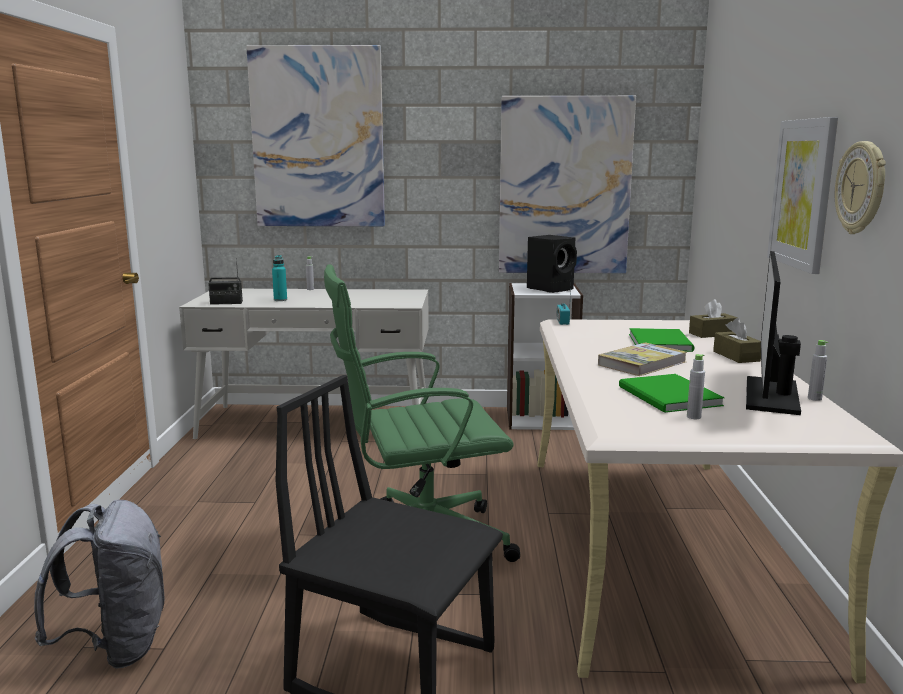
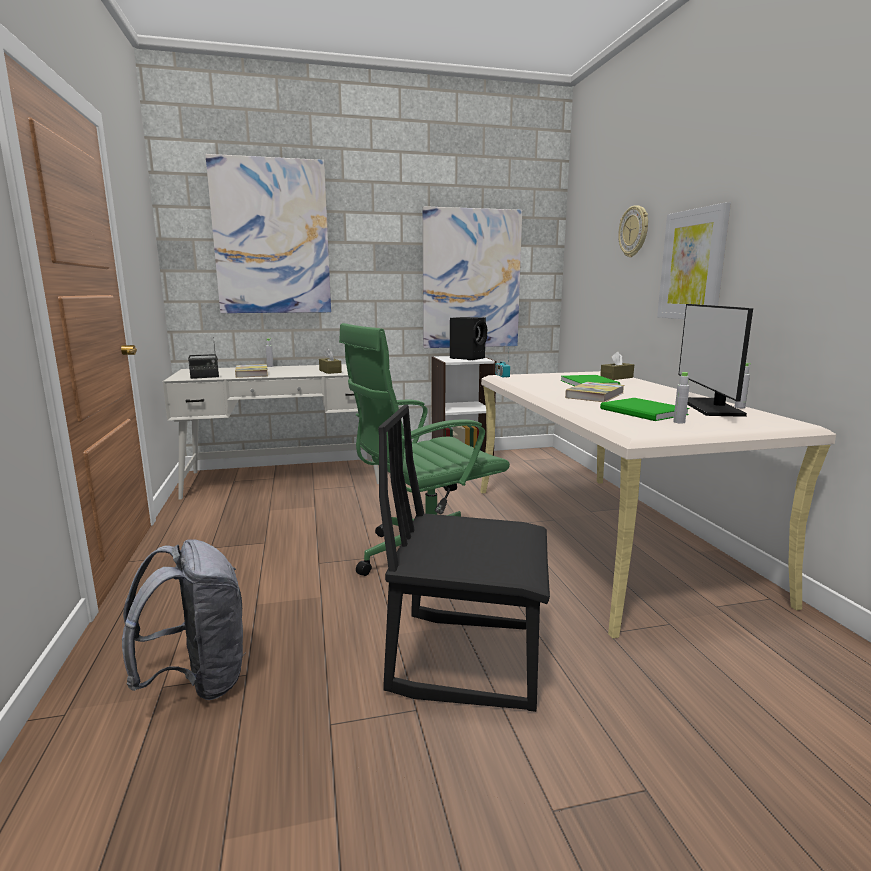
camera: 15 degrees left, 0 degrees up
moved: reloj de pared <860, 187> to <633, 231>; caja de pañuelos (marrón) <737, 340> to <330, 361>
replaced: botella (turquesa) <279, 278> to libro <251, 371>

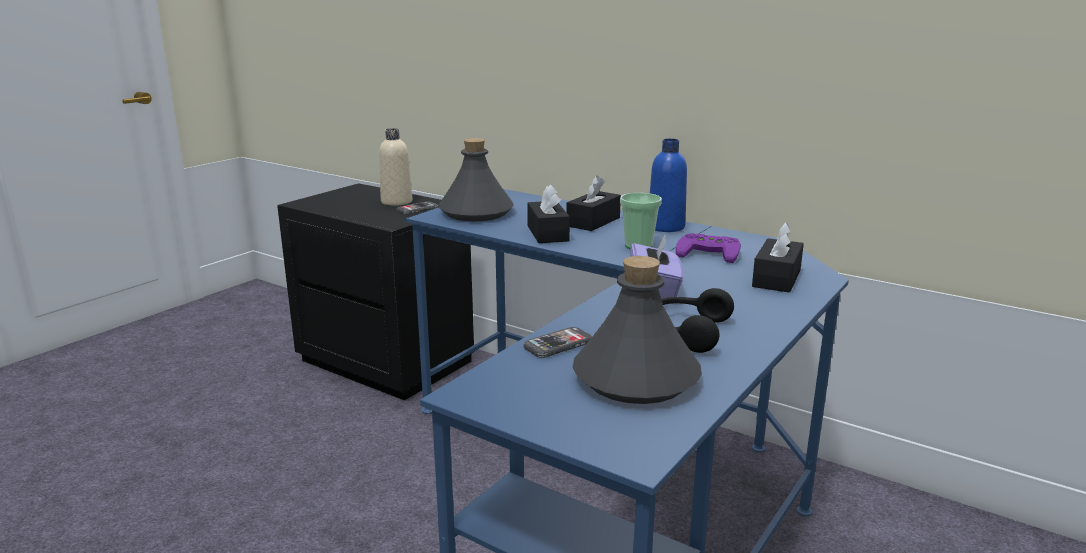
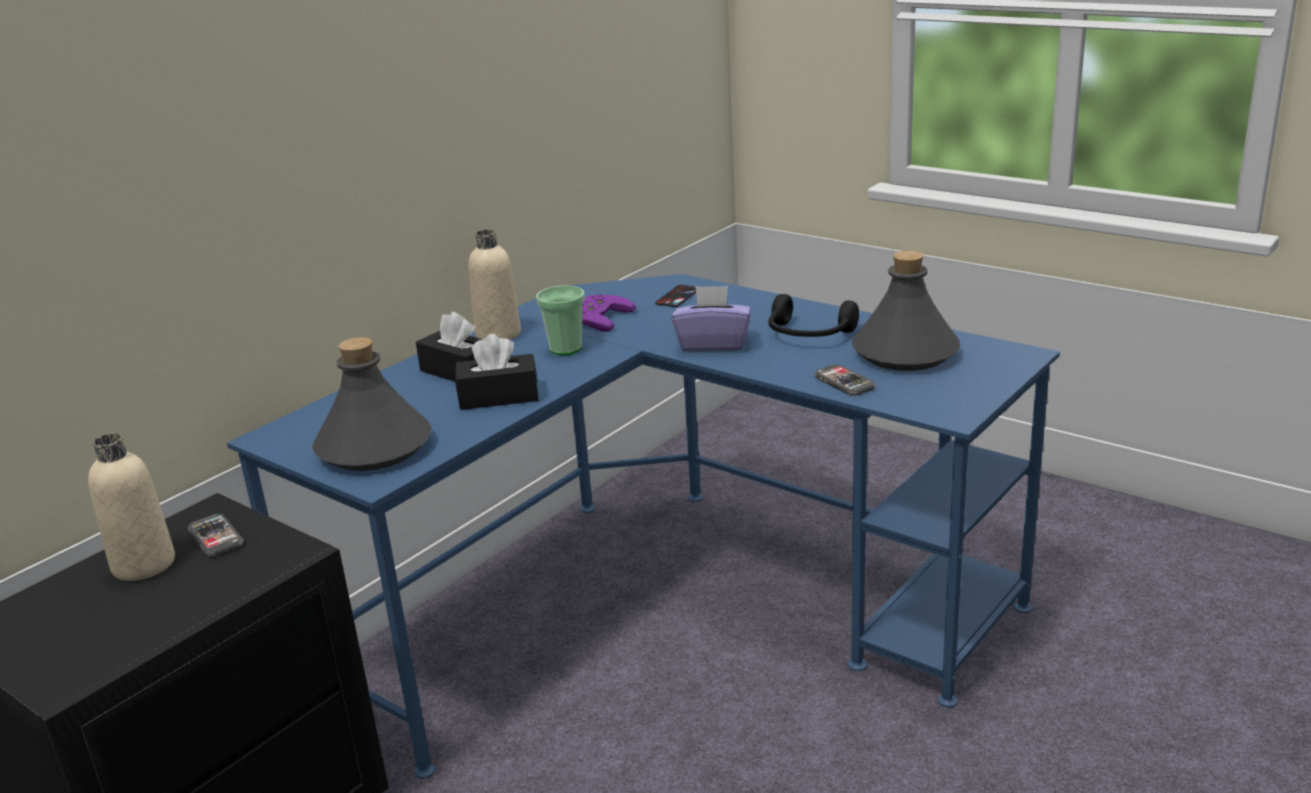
camera: 85 degrees left, 5 degrees up
replaced: caja de pañuelos (negro) <778, 257> to móvil <675, 296>
recoloured: botella (azul) <668, 185> to botella (beis) <494, 284>

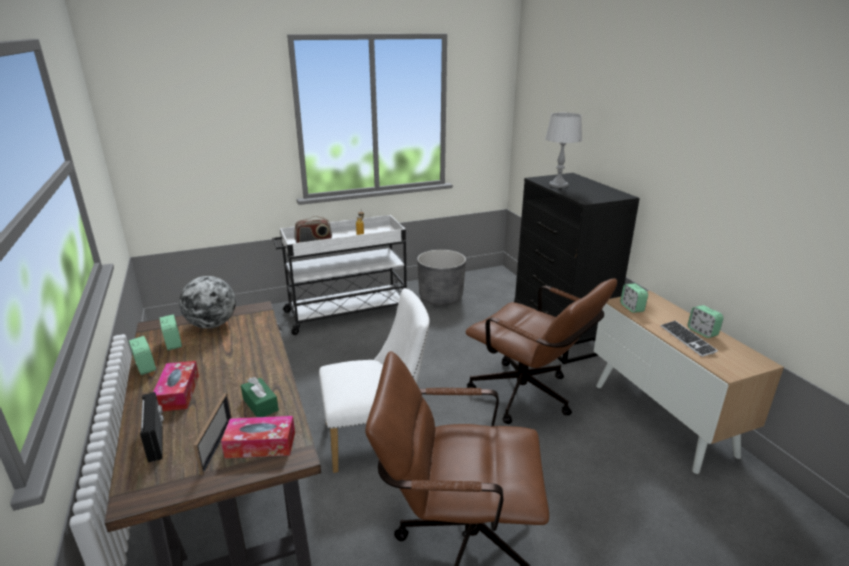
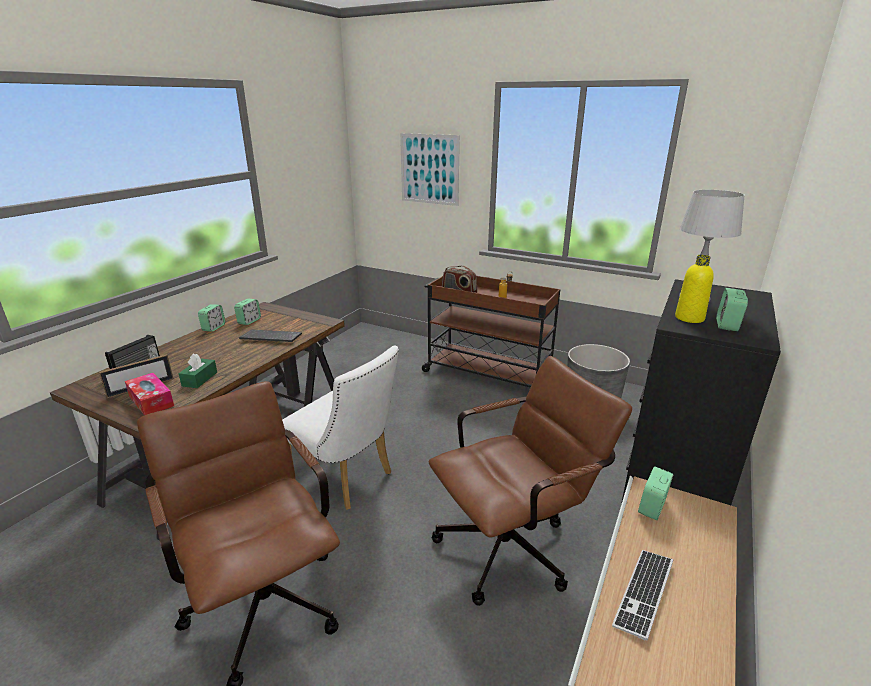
camera: 50 degrees right, 0 degrees up
removed: globo terráqueo <207, 302>; caja de pañuelos <176, 386>
added: cuadro <430, 169>; botella (amarillo) <694, 289>; teclado <270, 336>
moved: despertador <706, 321> to <732, 309>
recoloured: carrito (blanco) <339, 275> to carrito (marrón) <491, 332>
turned: silla de oficina (marrón) <541, 351> = <530, 481> 120 degrees counterclockwise

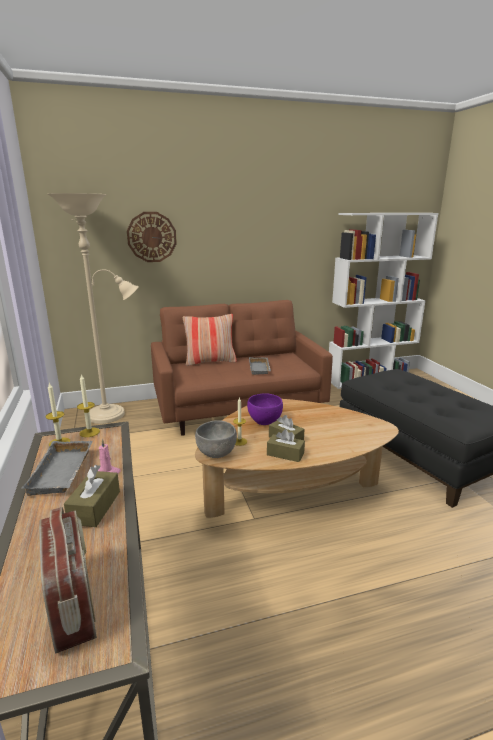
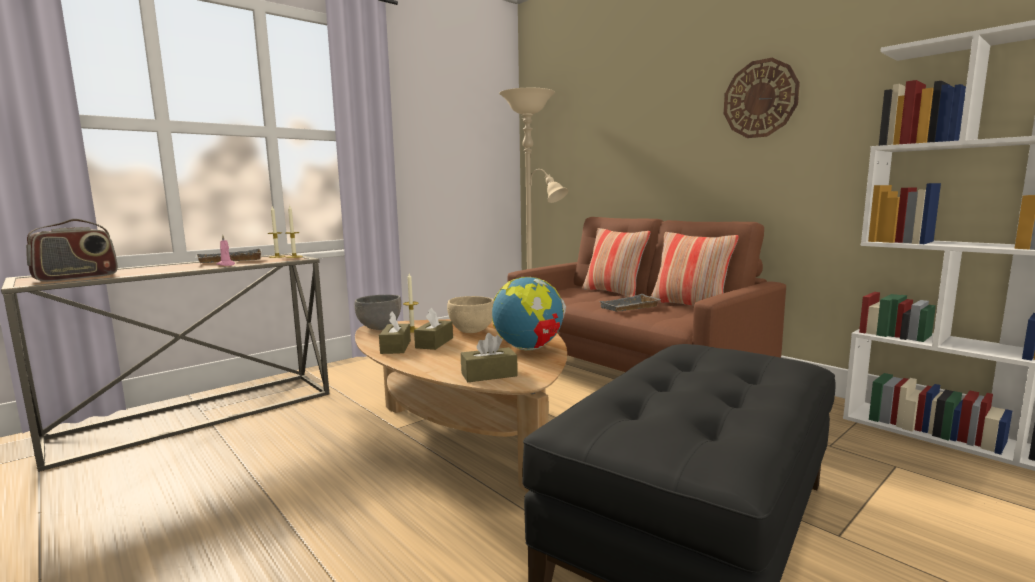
camera: 65 degrees right, 10 degrees down
added: cojín <695, 269>; globo terráqueo <529, 314>
moved: reloj de pared <152, 237> to <762, 98>; caja de pañuelos (marrón) <92, 496> to <489, 357>
recoloured: cuenco (morado) <265, 409> to cuenco (beis) <470, 314>

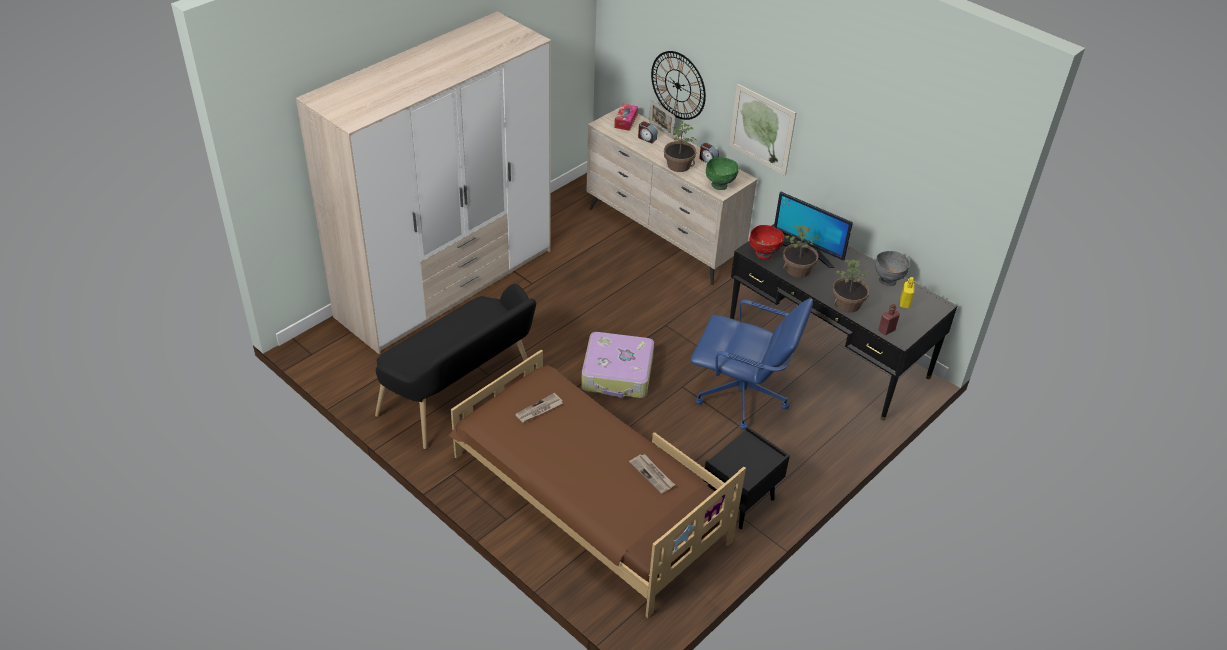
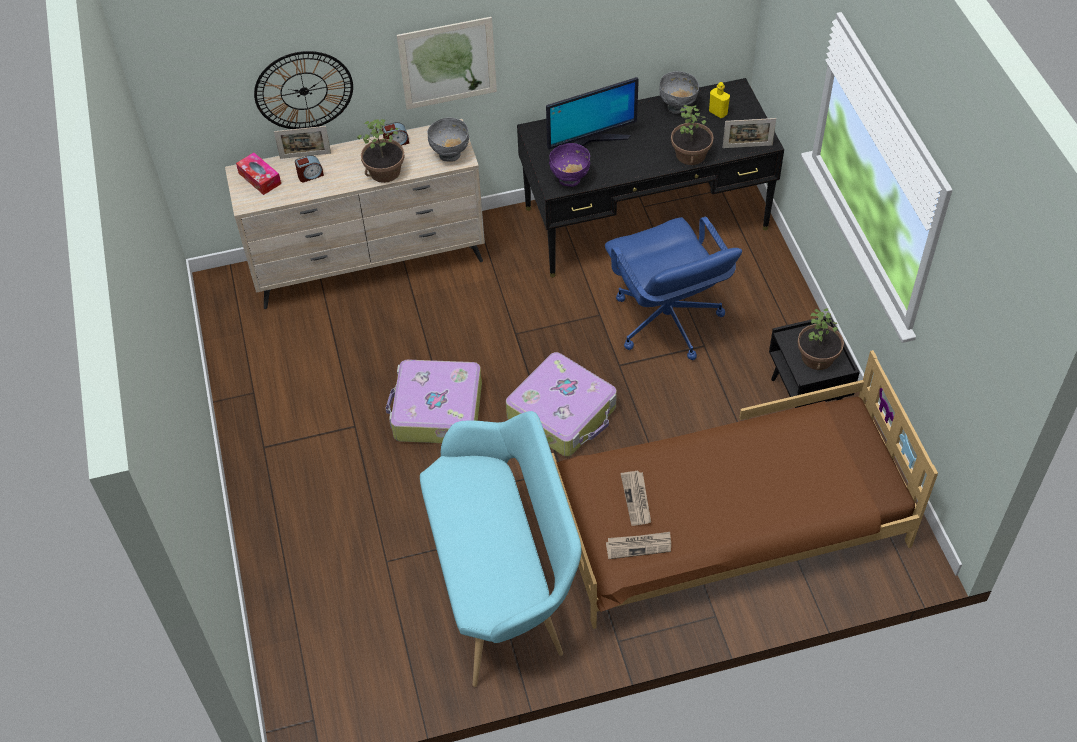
camera: 55 degrees left, 10 degrees up
removed: armario ropero <423, 183>
added: maleta <434, 401>
moved: planta en maceta <801, 252> to <820, 339>; periódico <652, 474> to <638, 545>
replaced: botella (rojo) <889, 319> to portarretratos <749, 133>
recoloured: cuenco (verde) <722, 173> to cuenco (gris) <448, 140>; cuenco (rojo) <767, 242> to cuenco (morado) <569, 165>; banco (negro) <455, 366> to banco (turquesa) <501, 549>
turned: silla de oficina (azul) <752, 364> = <673, 288> 105 degrees clockwise

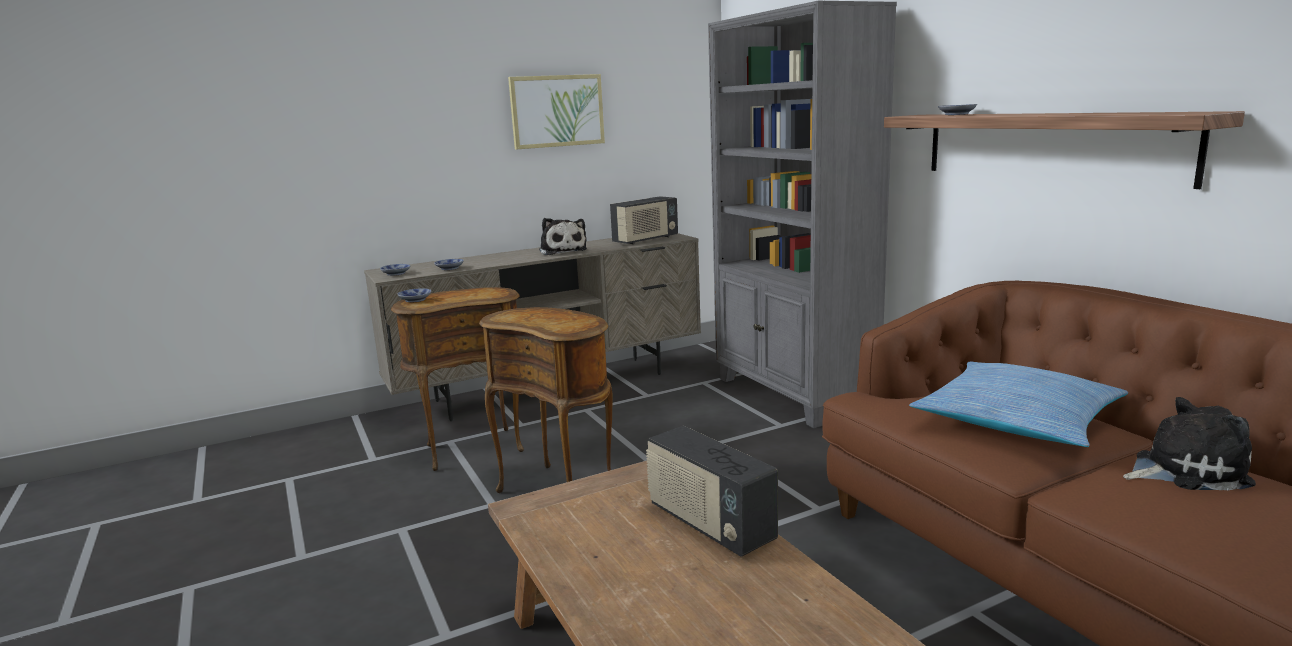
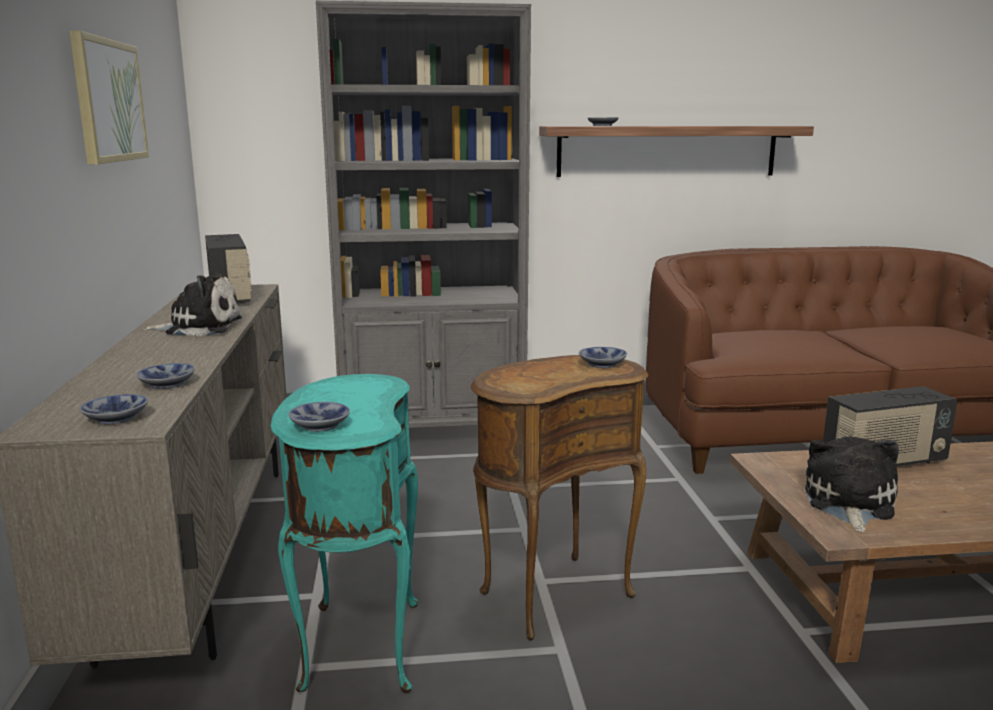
camera: 70 degrees left, 0 degrees up
removed: cojín <1018, 404>
added: cuenco <603, 357>
moved: peluche <1189, 444> to <852, 485>
recoloured: mesa auxiliar (marrón) <457, 379> to mesa auxiliar (turquesa) <345, 533>

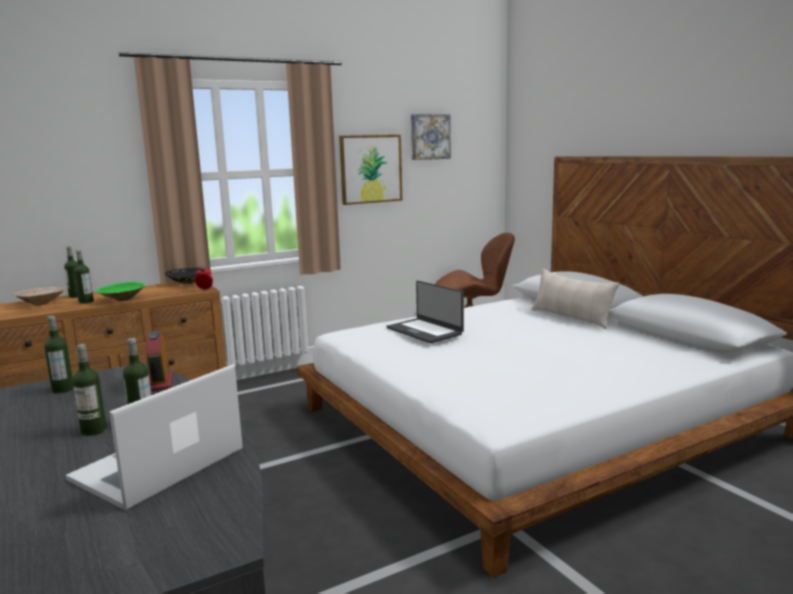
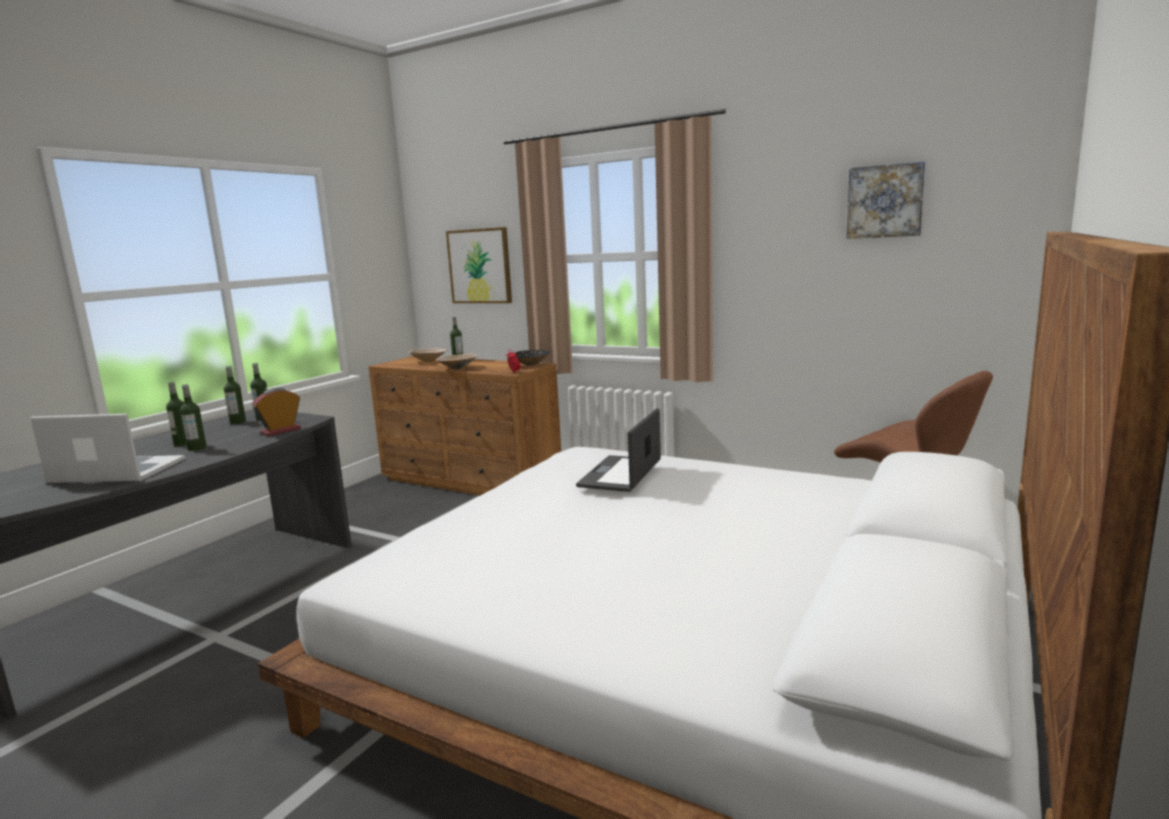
camera: 60 degrees right, 0 degrees up
removed: cojín (beis) <575, 299>
moved: cuadro <370, 170> to <479, 265>; botella <84, 277> to <235, 395>
recoloured: cuenco (verde) <120, 291> to cuenco (beis) <457, 362>

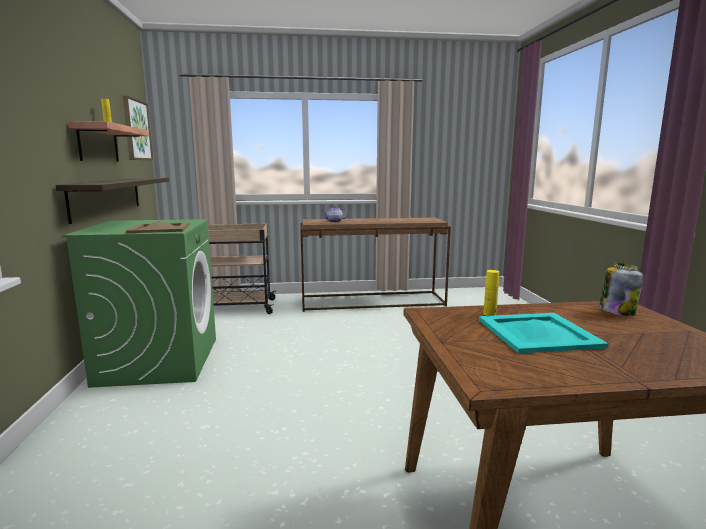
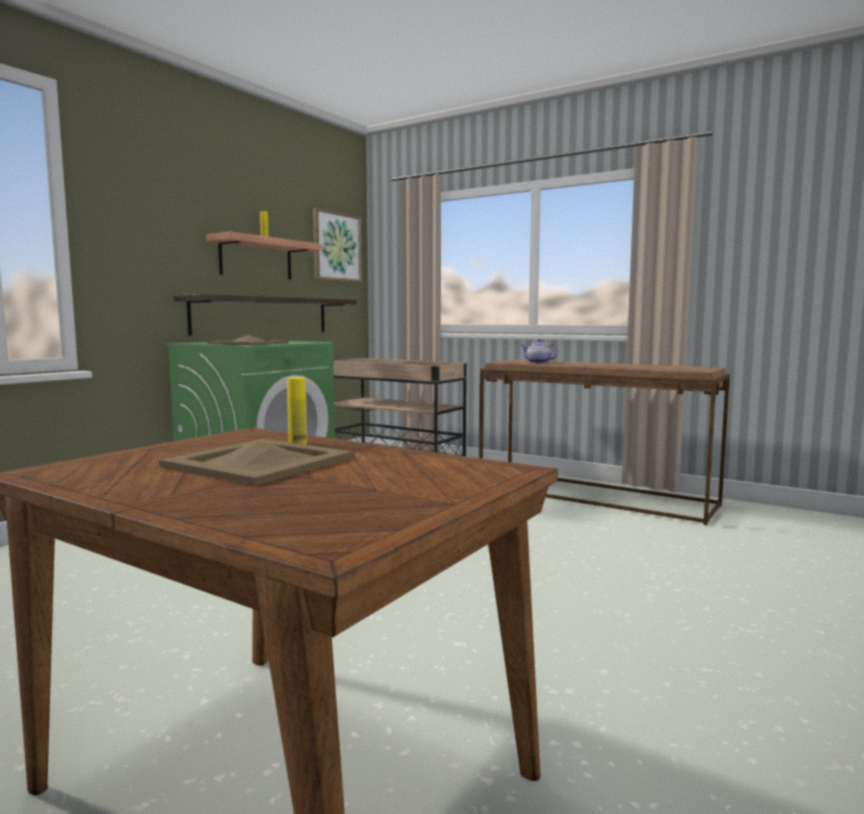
camera: 40 degrees right, 5 degrees down
removed: tarro <621, 289>
recoloured: bandeja (turquesa) <544, 333> to bandeja (beis) <256, 462>

